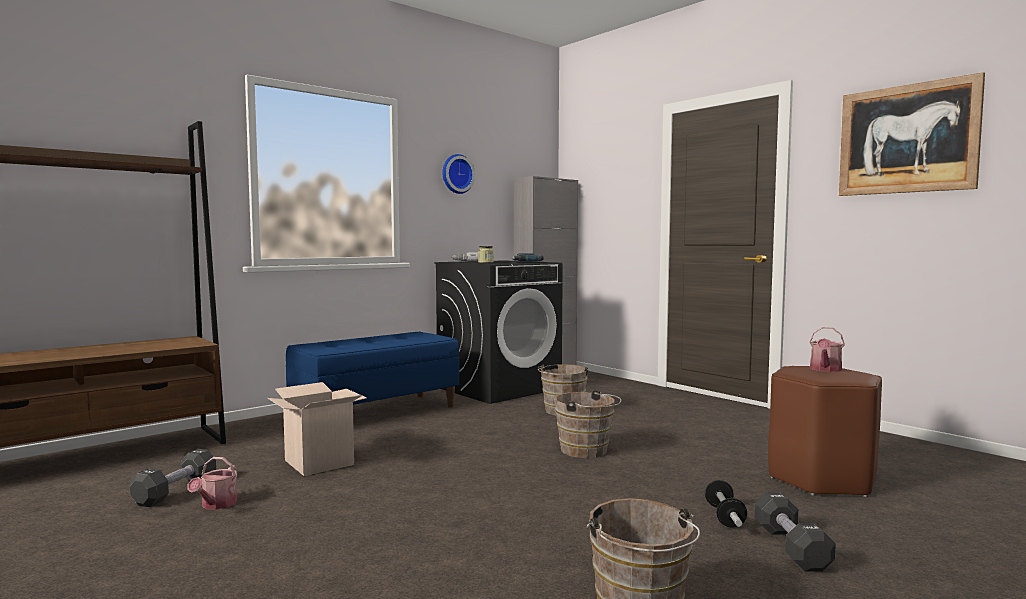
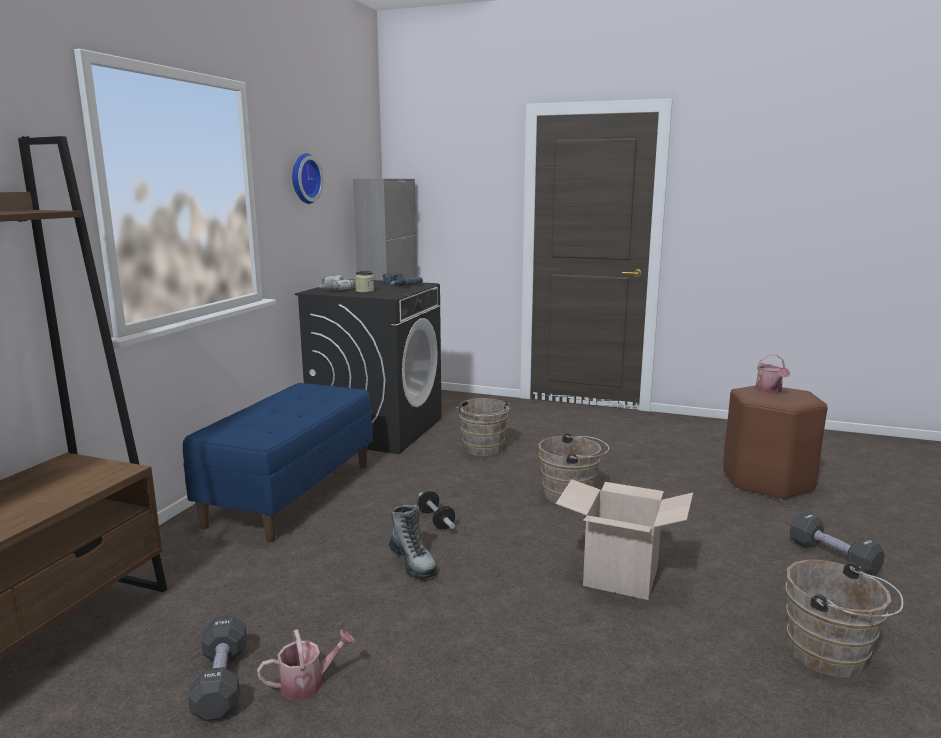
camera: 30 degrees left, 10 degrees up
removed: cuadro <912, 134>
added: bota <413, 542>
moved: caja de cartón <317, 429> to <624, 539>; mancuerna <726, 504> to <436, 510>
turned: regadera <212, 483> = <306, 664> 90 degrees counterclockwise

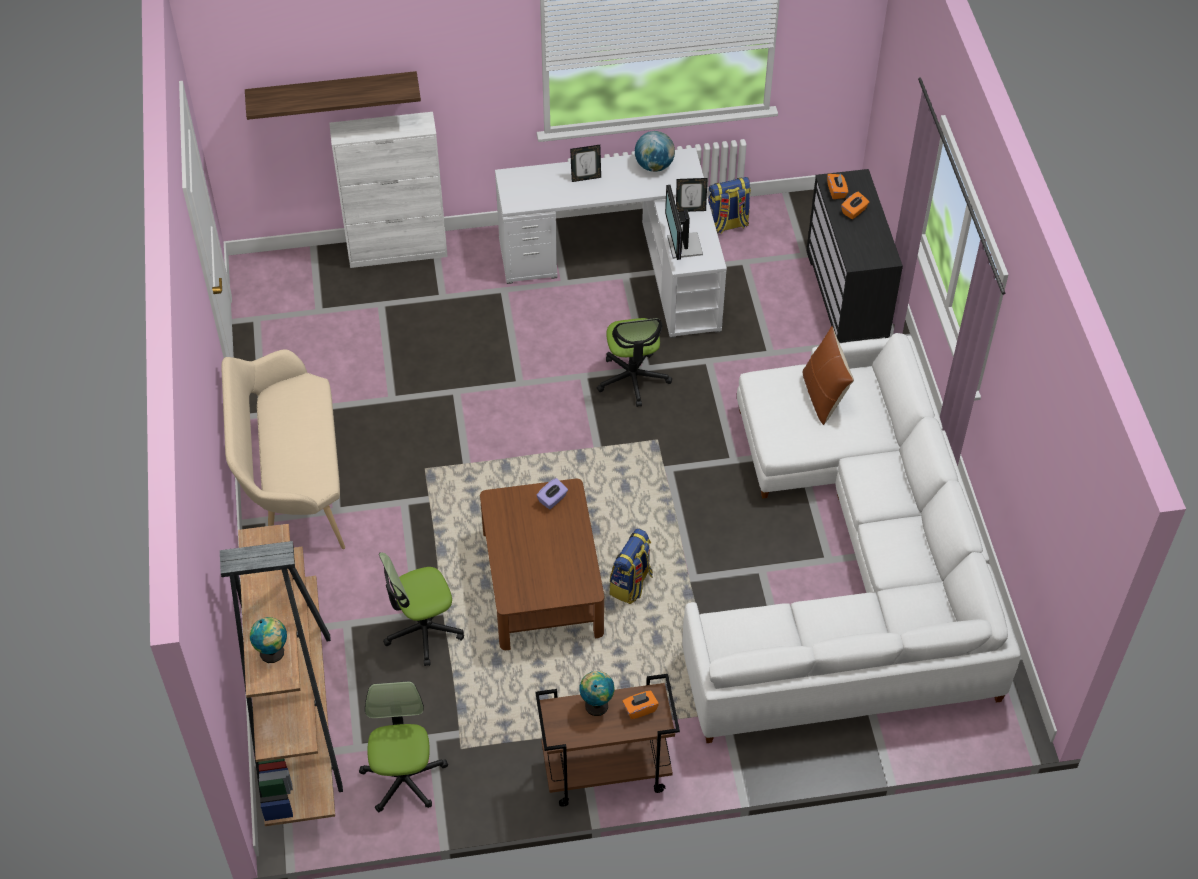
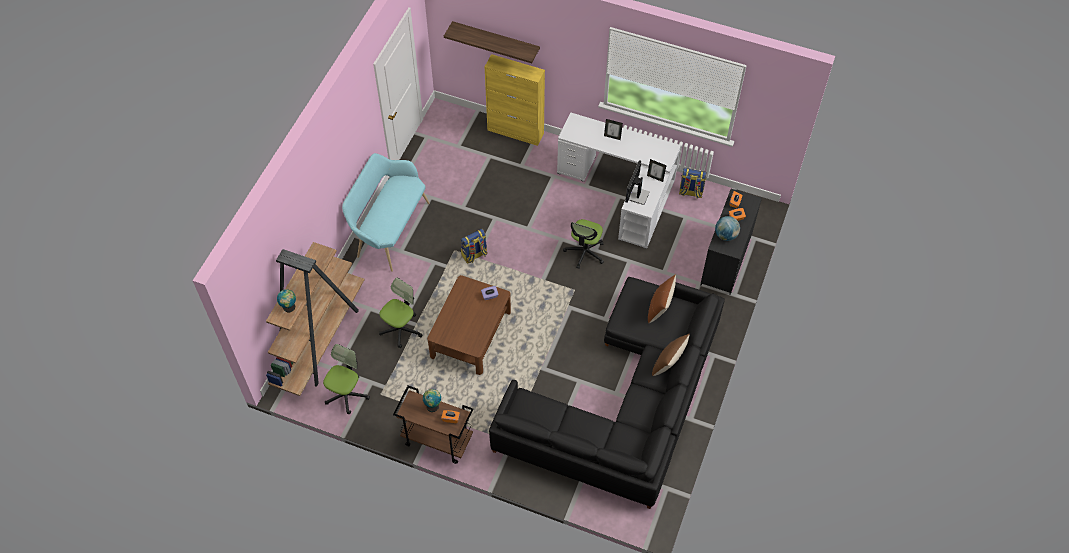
camera: 30 degrees right, 5 degrees up
added: cojín (marrón) <671, 355>
moved: globo terráqueo <655, 151> to <727, 228>; mochila <631, 566> to <474, 246>
recoloured: armario (blanco) <388, 190> to armario (amarillo) <515, 100>; sofá (blanco) <851, 538> to sofá (negro) <607, 393>; banco (beis) <283, 449> to banco (turquesa) <386, 212>
turned: silla de oficina <421, 609> = <401, 313> 120 degrees clockwise

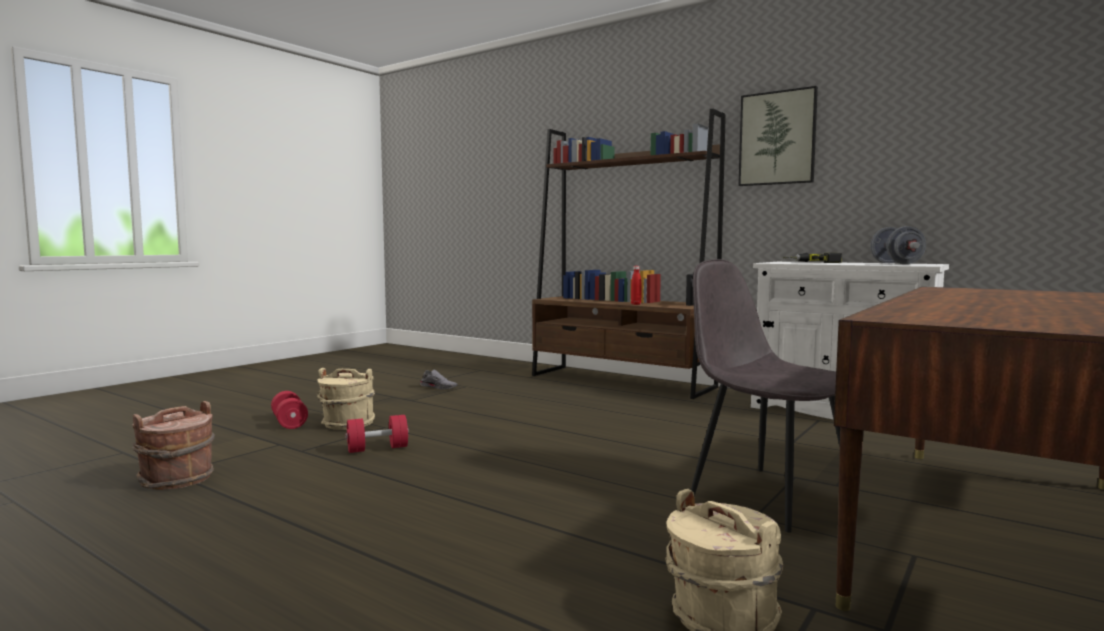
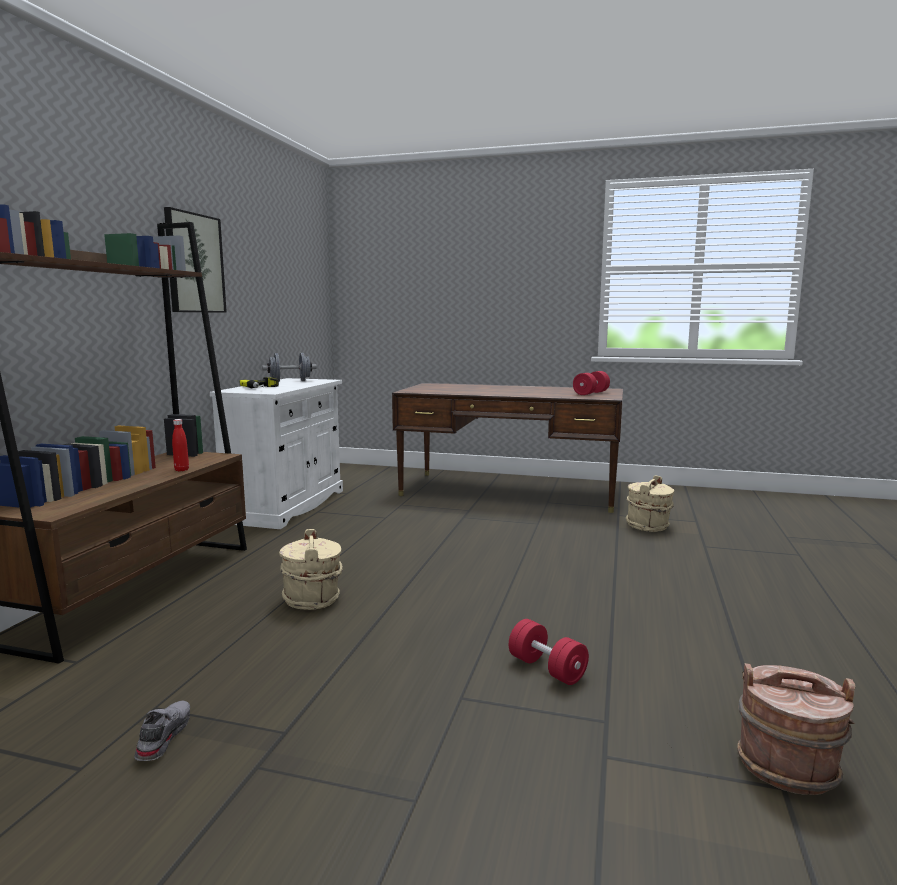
camera: 110 degrees left, 5 degrees up
removed: silla (gris) <765, 395>
moved: cubo (beis) <346, 399> to <311, 569>; mancuerna (rojo) <289, 410> to <591, 383>

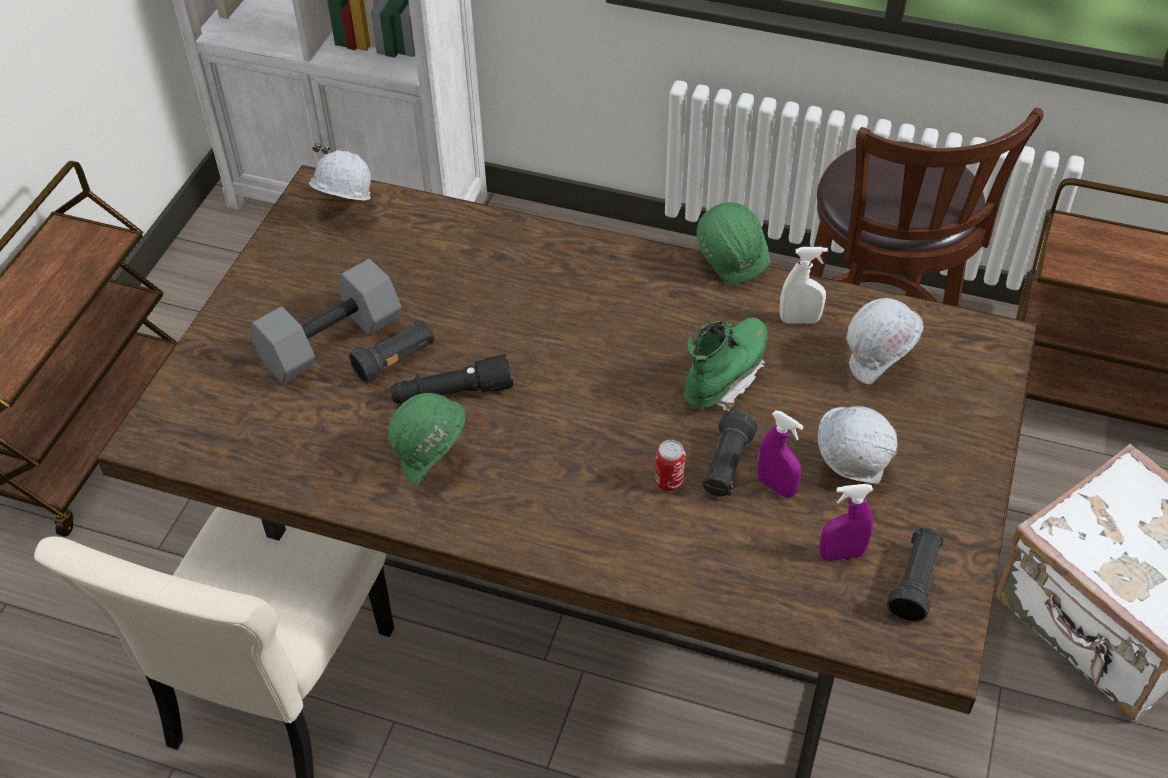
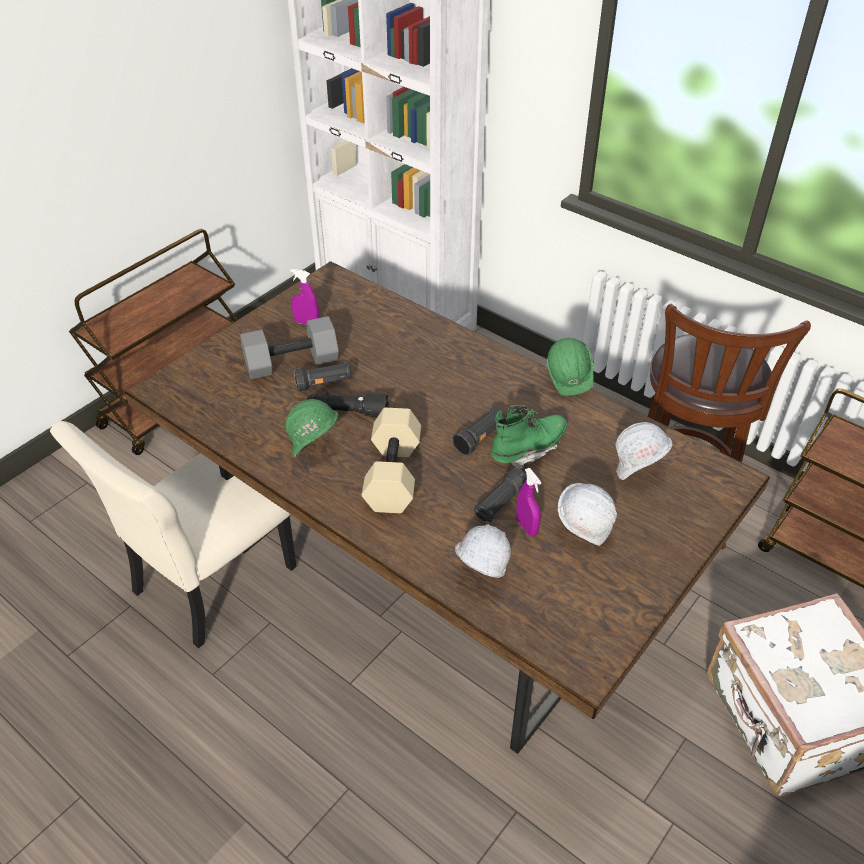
camera: 20 degrees right, 5 degrees down
removed: pulverizador (blanco) <804, 285>; lata <670, 465>
added: mancuerna (beis) <391, 460>
moved: casco (blanco) <340, 175> to <483, 551>; pulverizador (morado) <846, 522> to <304, 296>; linterna (negro) <915, 575> to <478, 431>

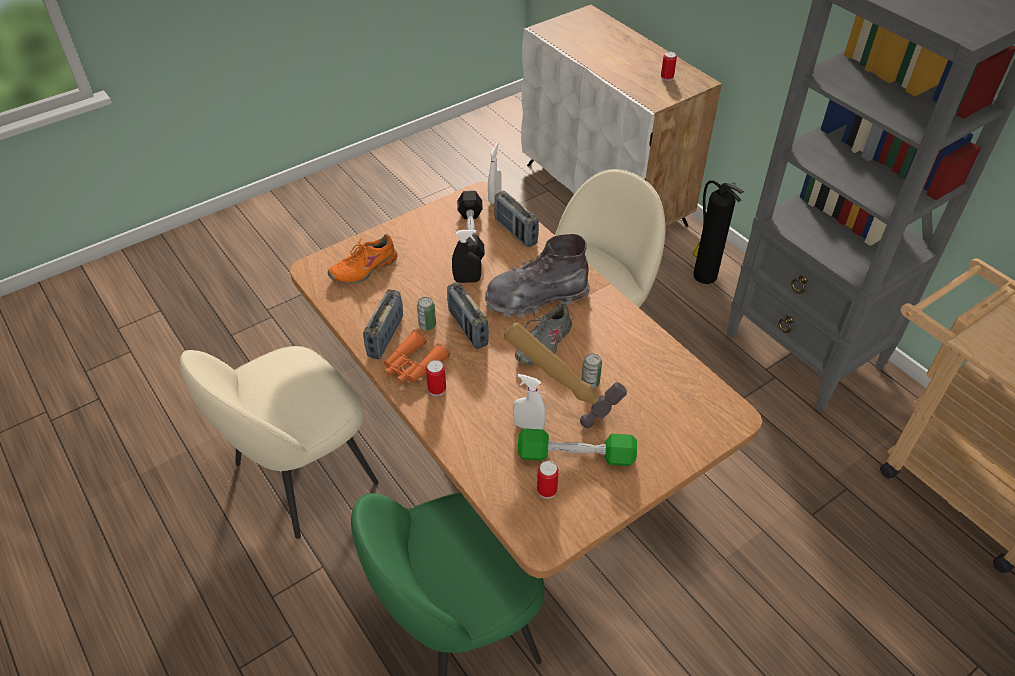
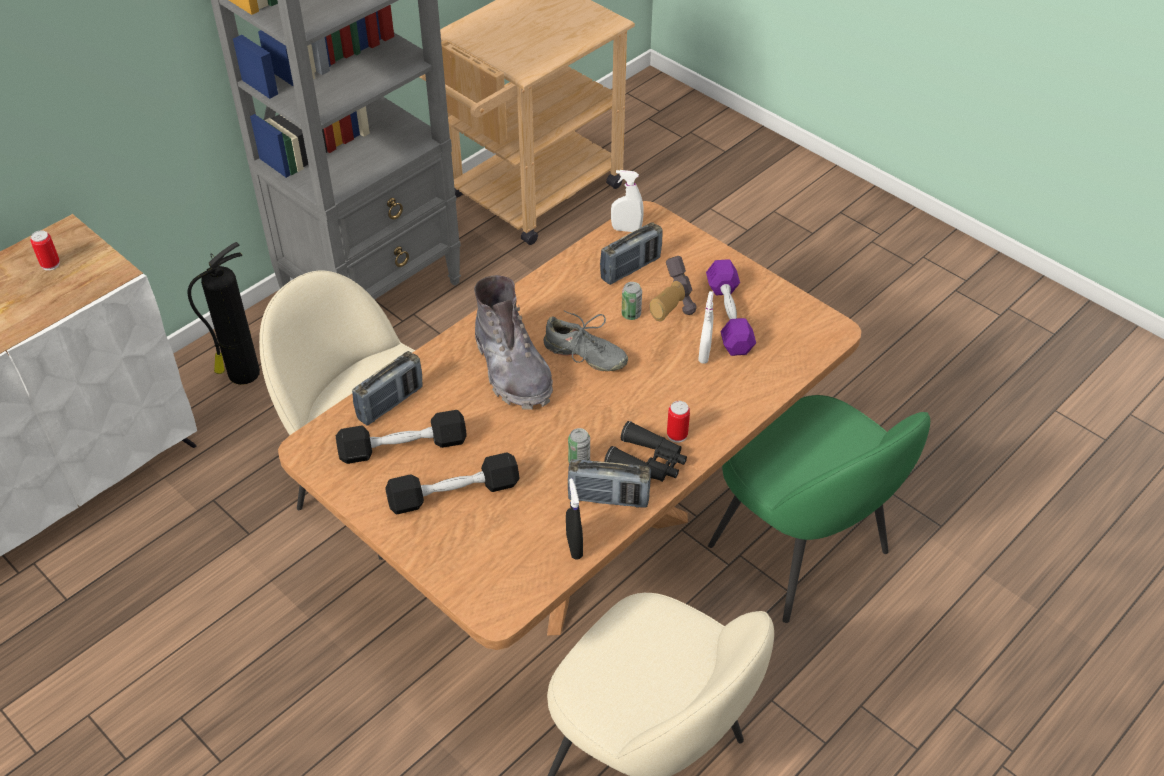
camera: 100 degrees left, 0 degrees up
removed: zapato (naranja) <362, 259>; lata <548, 480>
added: mancuerna (negro) <453, 483>
moved: pulverizador (blanco) <495, 173> to <627, 201>; pulverizador (negro) <467, 256> to <574, 519>; radio <468, 315> to <631, 253>
recoloured: prismáticos (naranja) <417, 356> to prismáticos (negro) <645, 451>; mancuerna (verde) <577, 447> to mancuerna (morado) <731, 307>

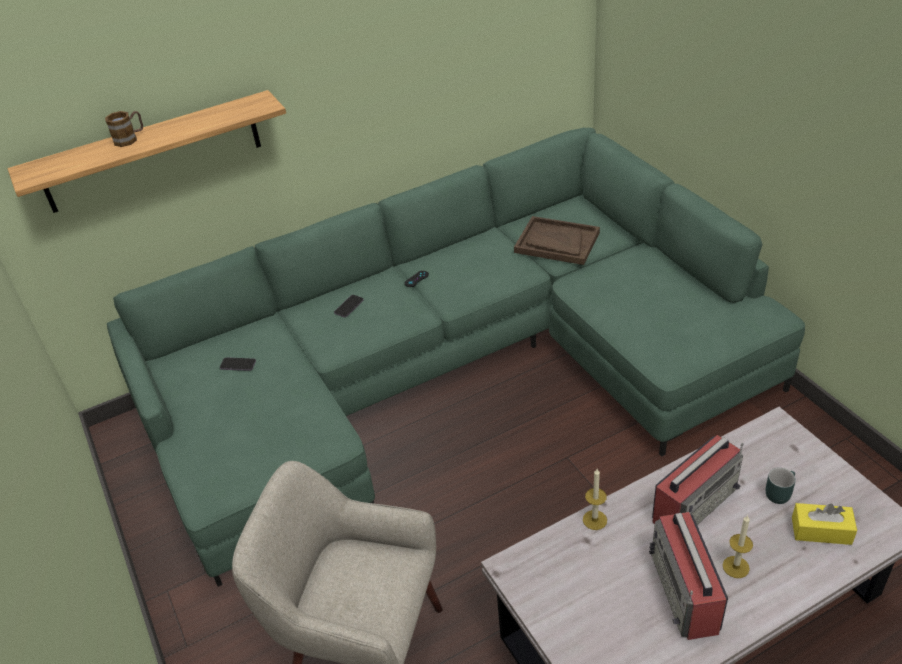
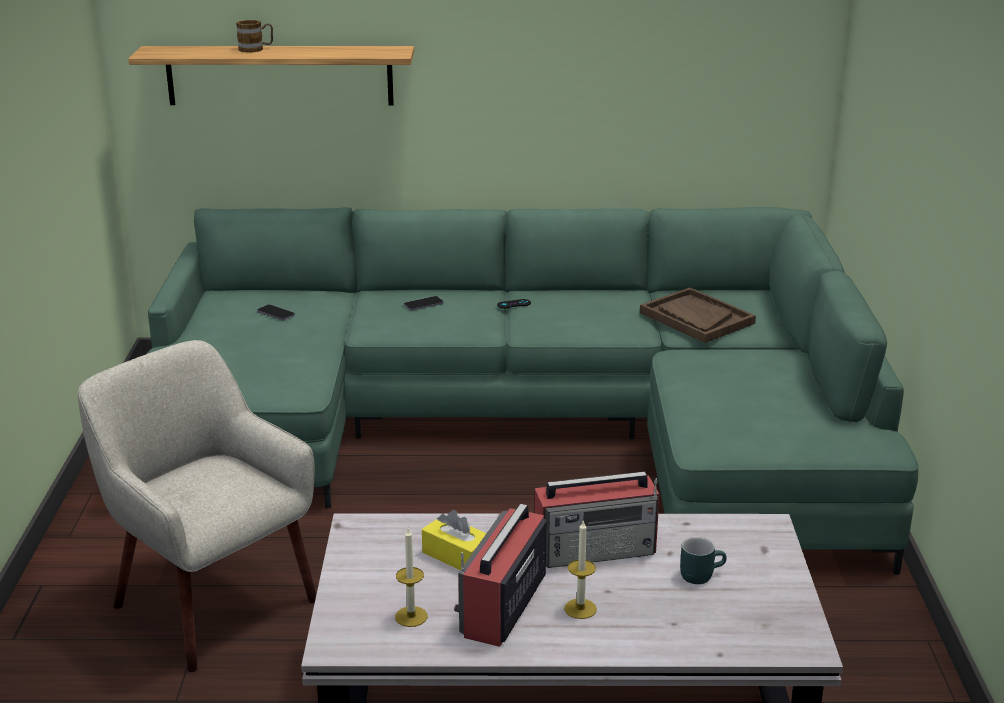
camera: 25 degrees right, 15 degrees down
moved: vela <595, 499> to <411, 577>; caja de pañuelos (amarillo) <824, 524> to <454, 540>

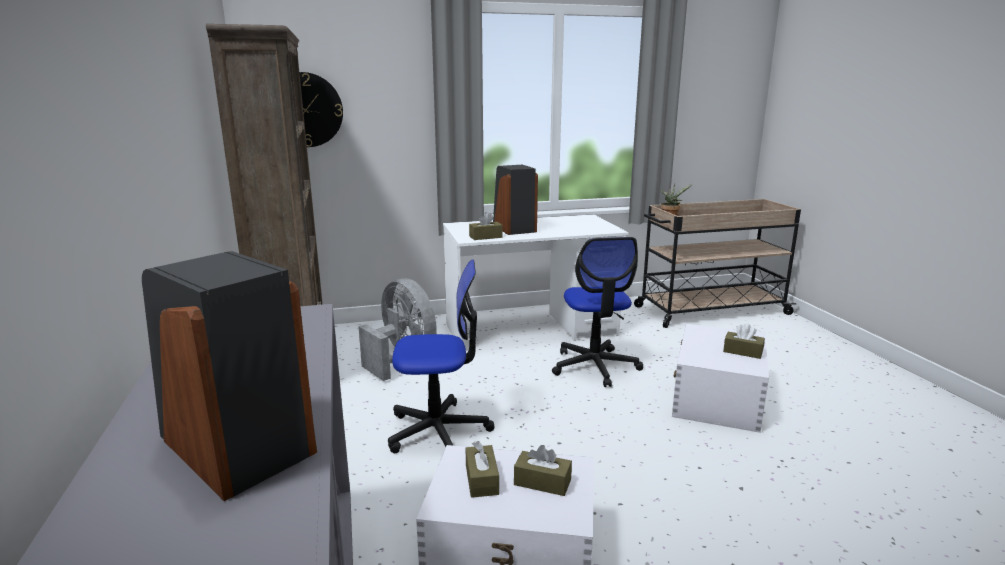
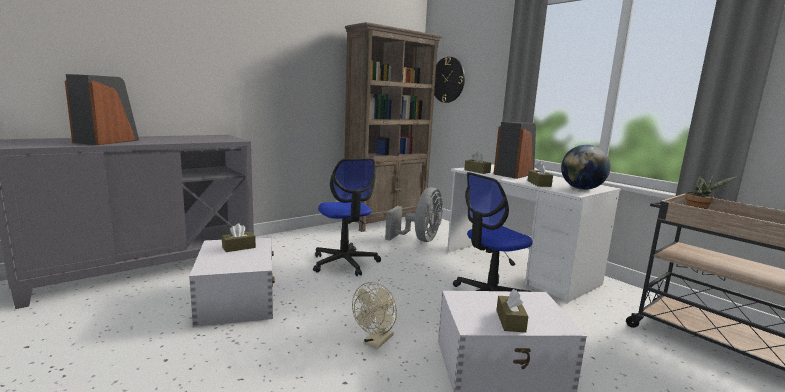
camera: 65 degrees right, 5 degrees down
added: globo terráqueo <585, 167>; ventilador (beis) <374, 315>
moved: caja de pañuelos (marrón) <543, 470> to <540, 174>

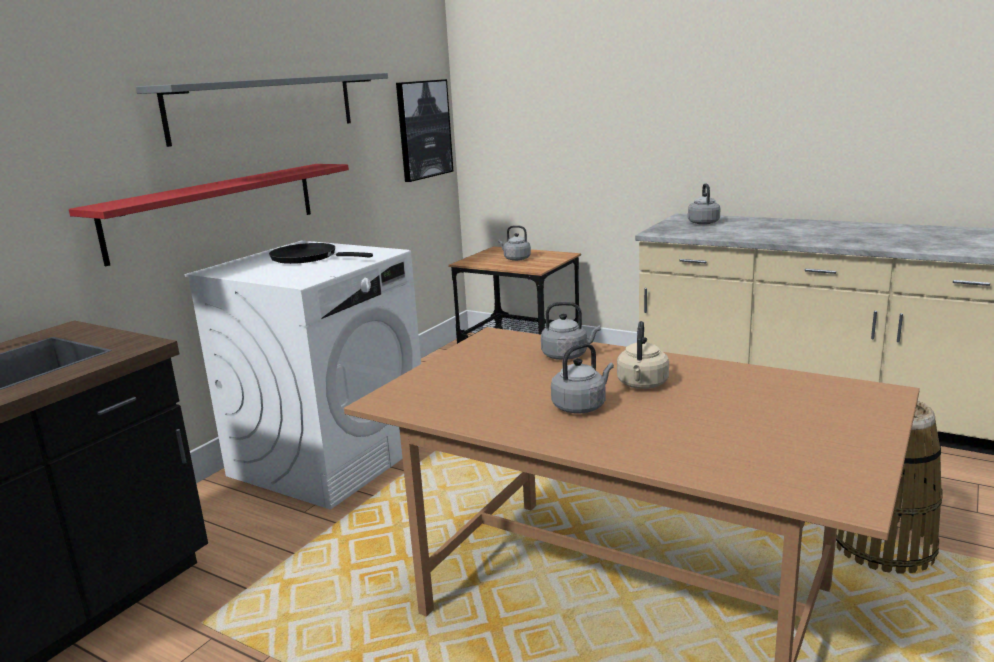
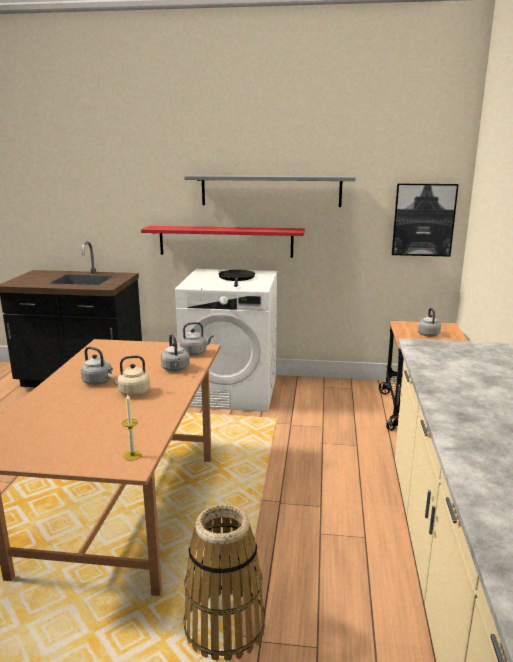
camera: 65 degrees right, 0 degrees up
added: vela <132, 427>
moved: hervidor (gris) <704, 204> to <197, 338>

